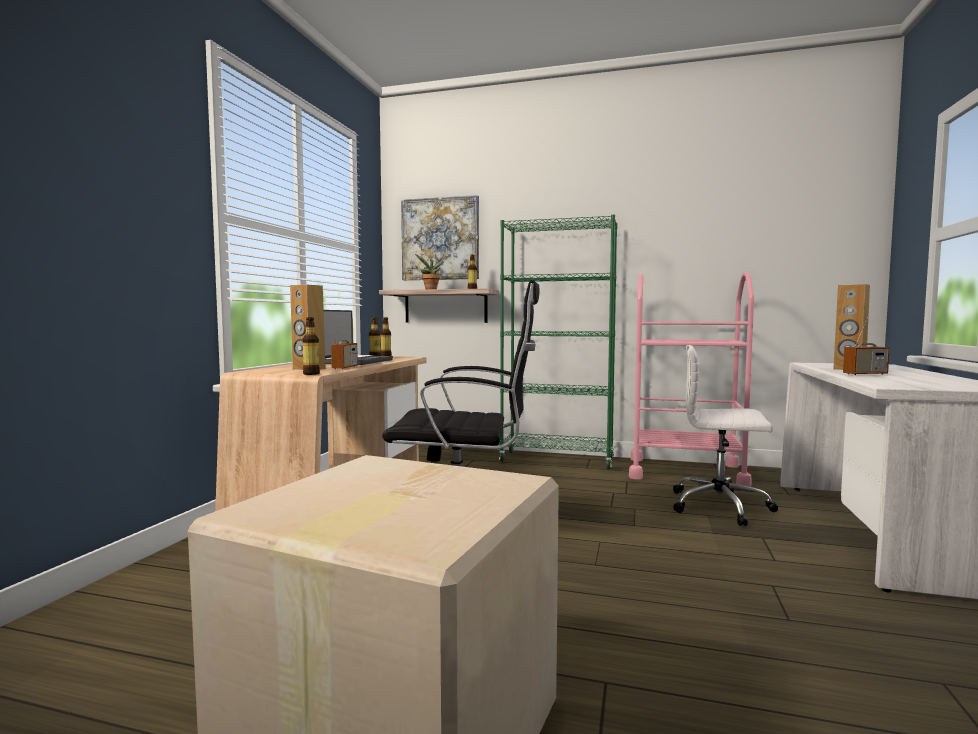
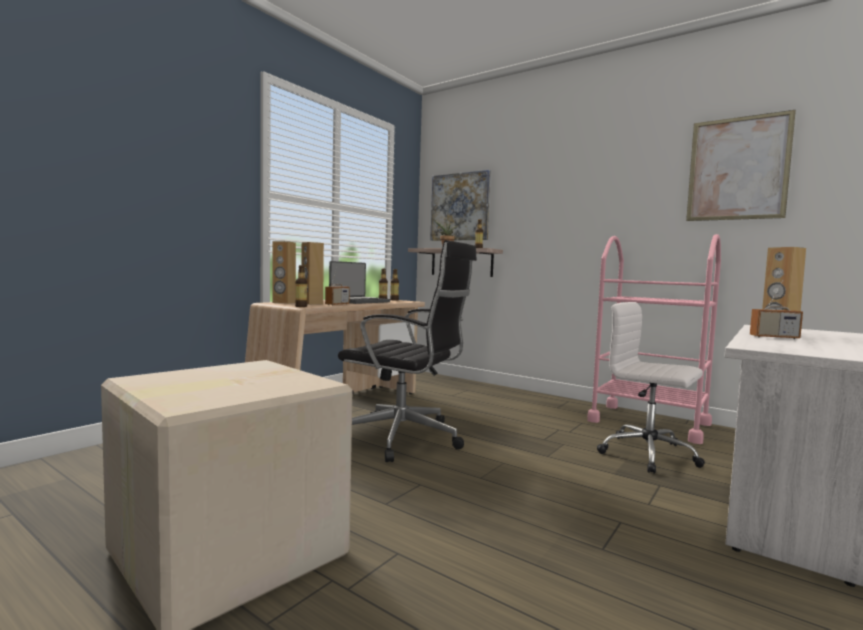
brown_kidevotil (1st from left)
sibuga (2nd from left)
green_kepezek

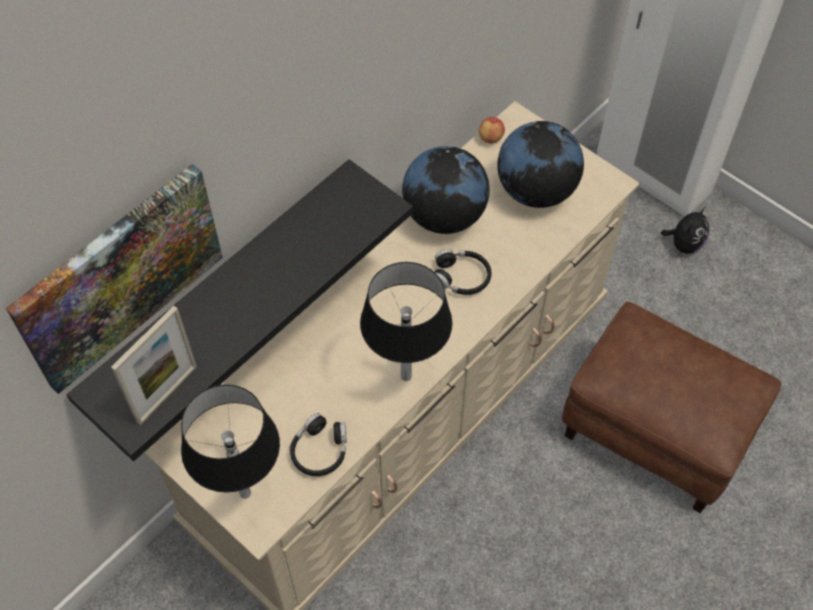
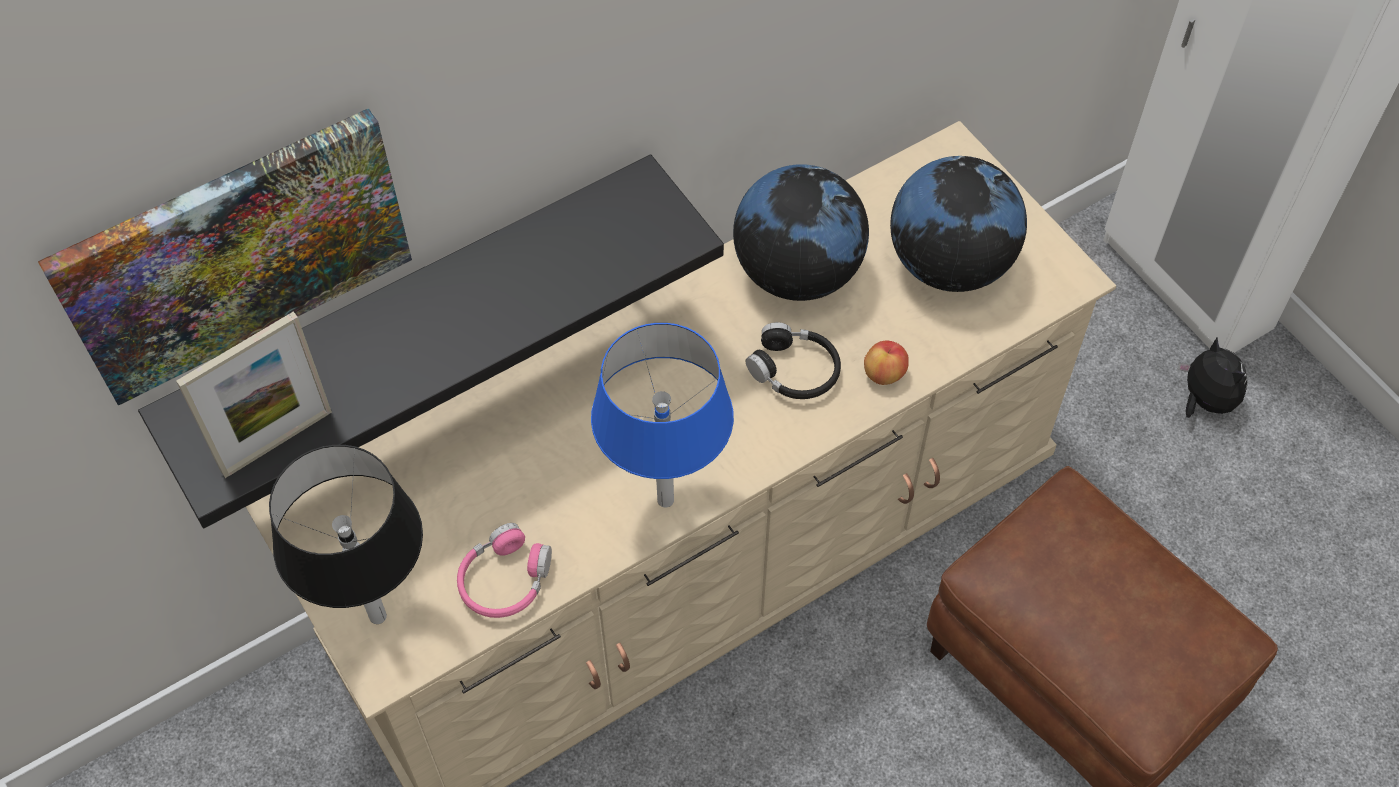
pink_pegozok
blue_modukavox
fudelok
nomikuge

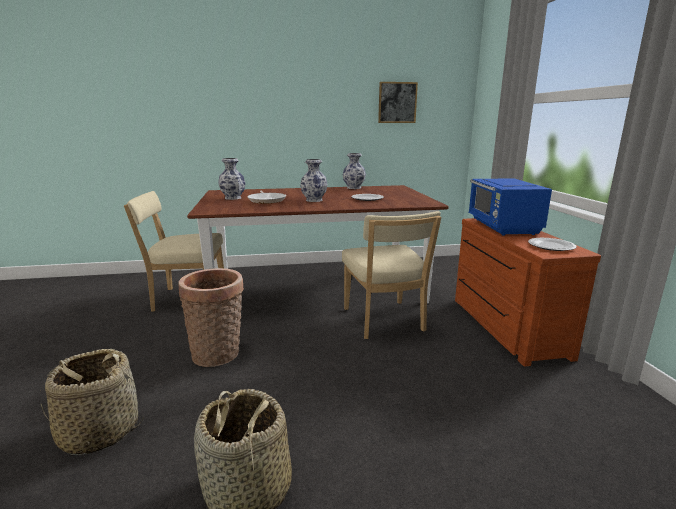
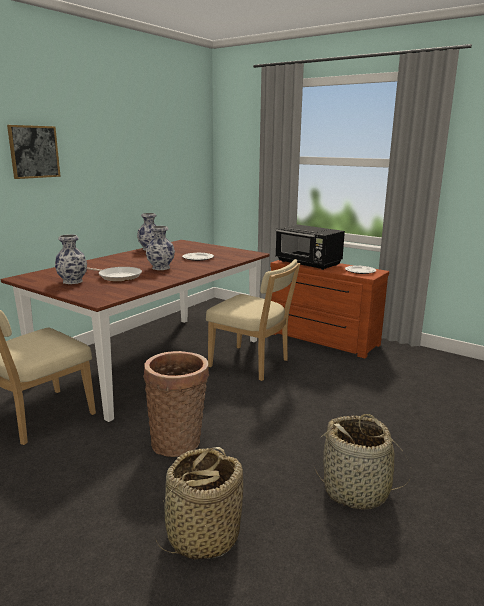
sibuga
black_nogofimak

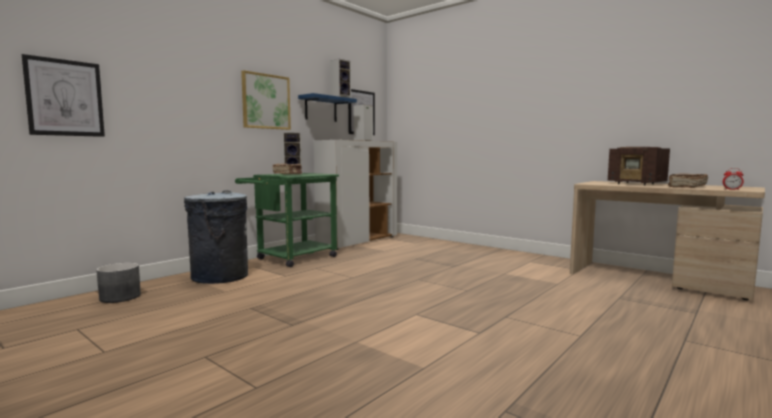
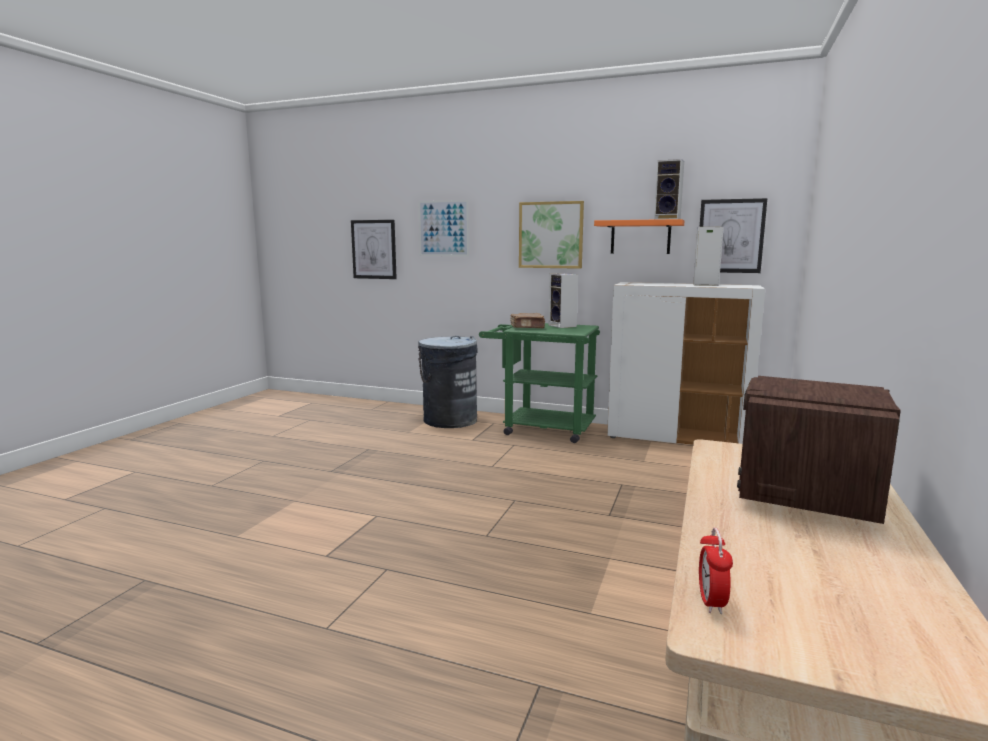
sibuga (2nd from left)
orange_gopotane
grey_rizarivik
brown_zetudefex (2nd from left in the first image)

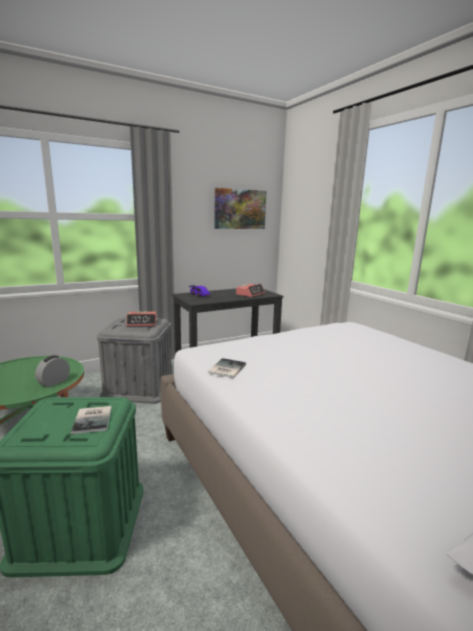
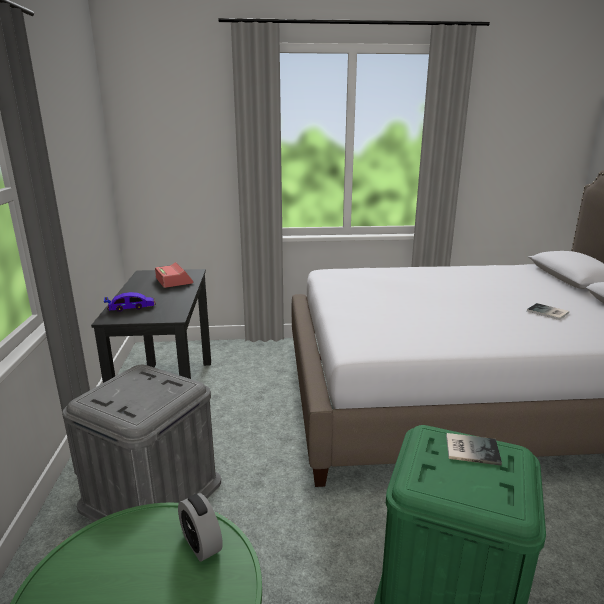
zetudefex (2nd from left)
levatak (2nd from left in the first image)
sibuga

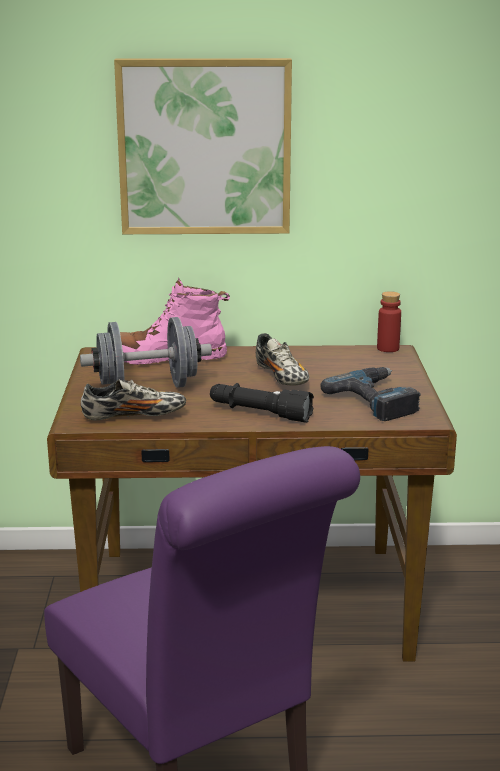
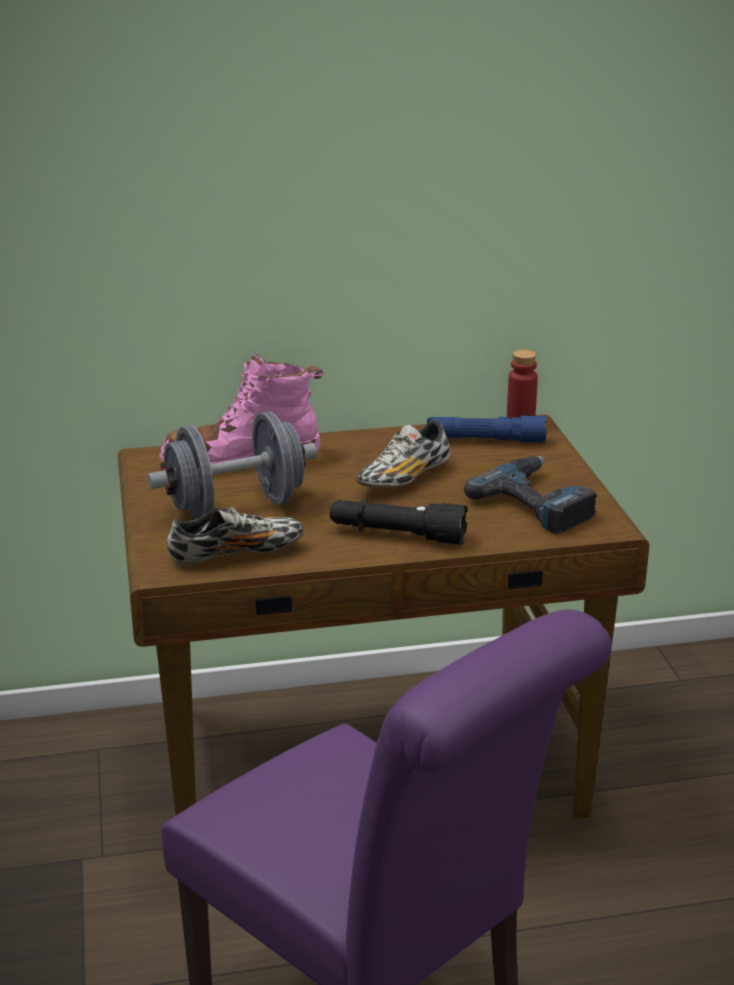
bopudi (2nd from left)
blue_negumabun
sibuga

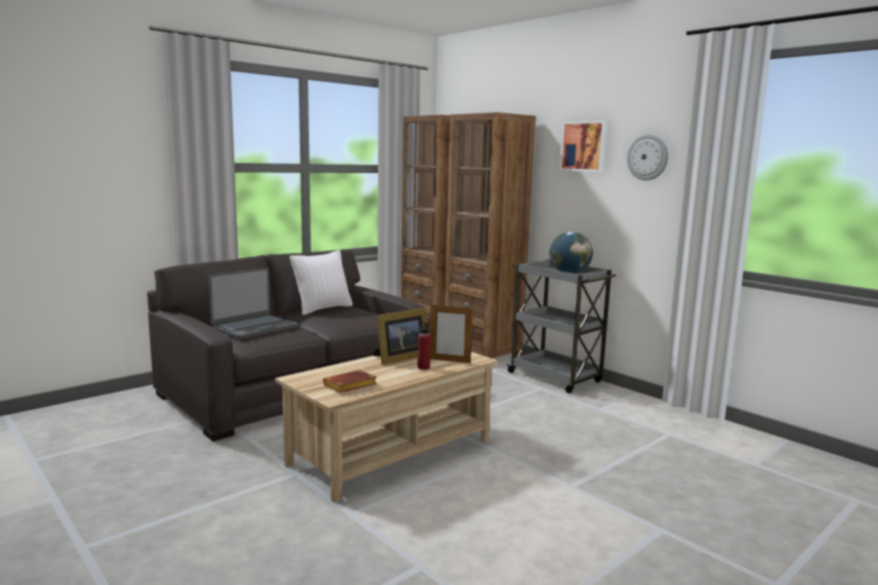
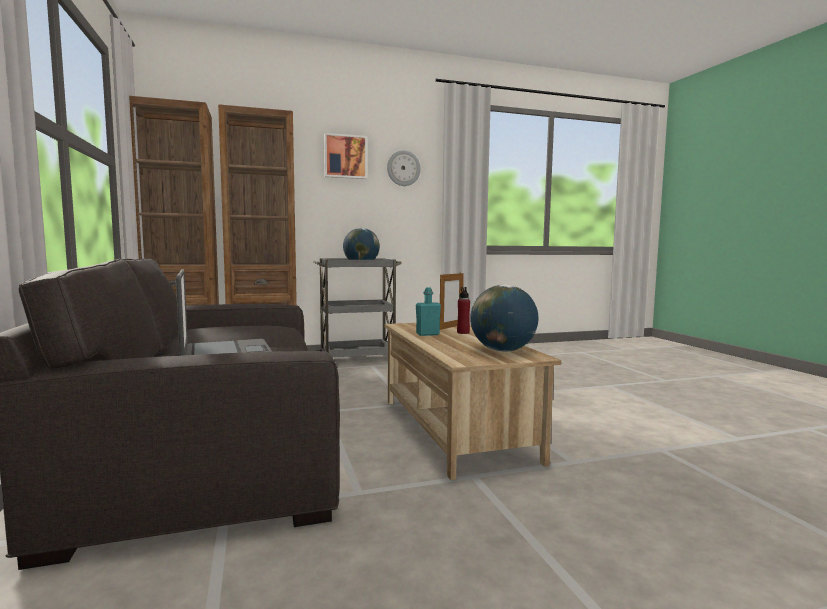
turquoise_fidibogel
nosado (2nd from left)
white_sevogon

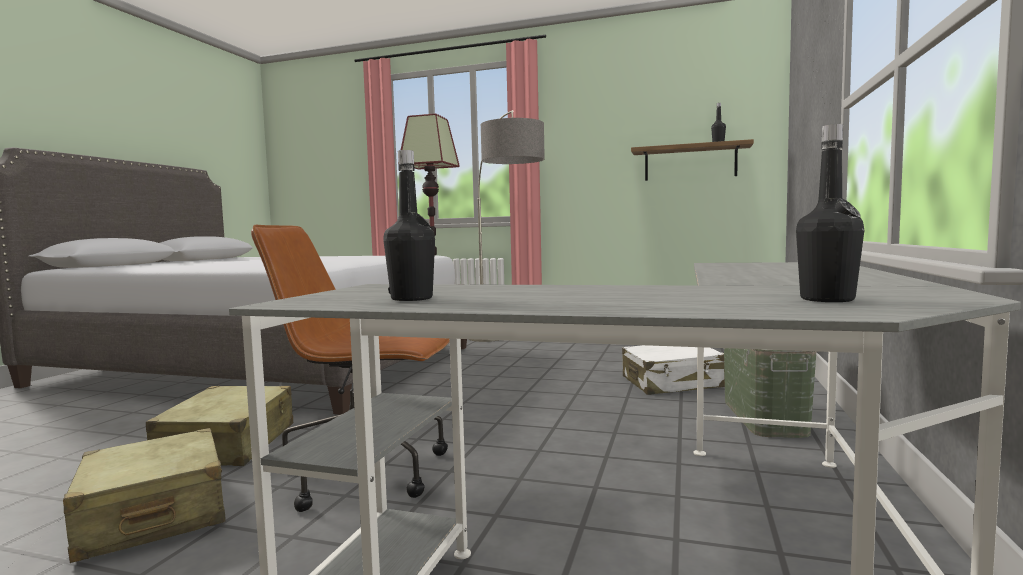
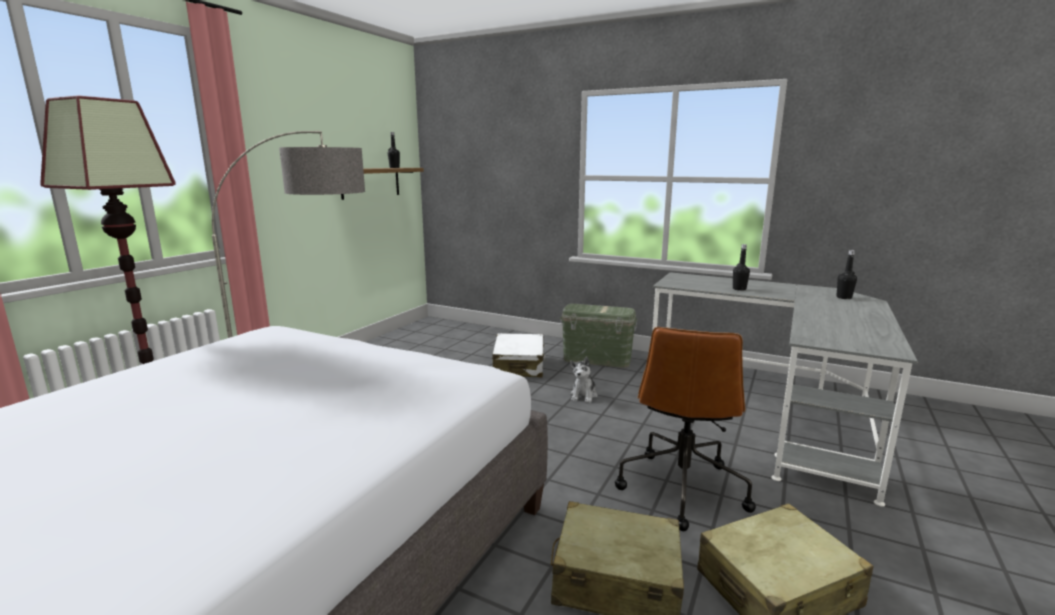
nomikuge
black_fidibogel (2nd from left)

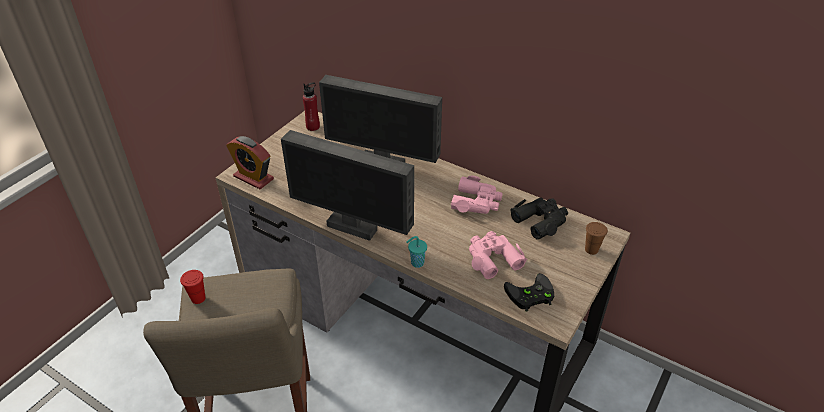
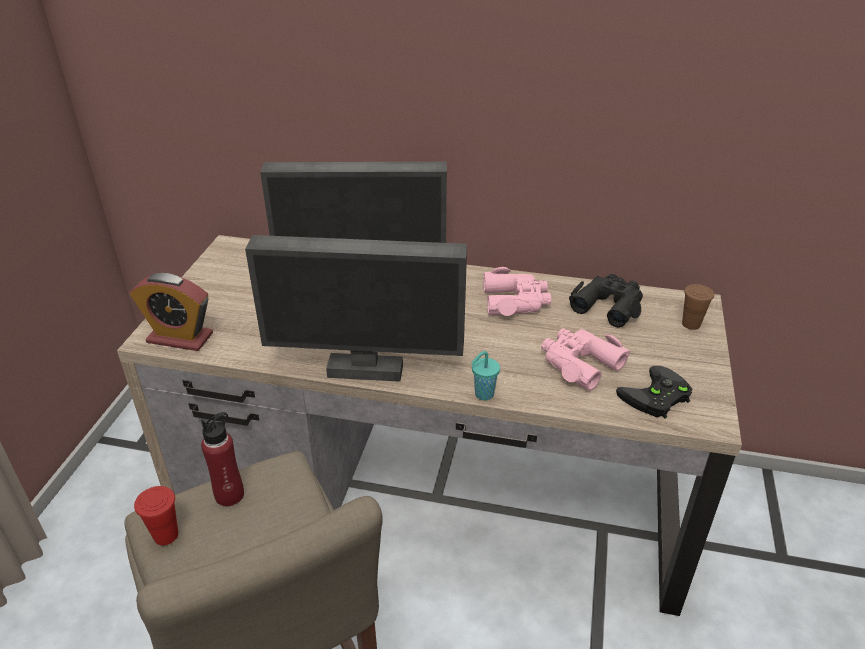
red_fidibogel

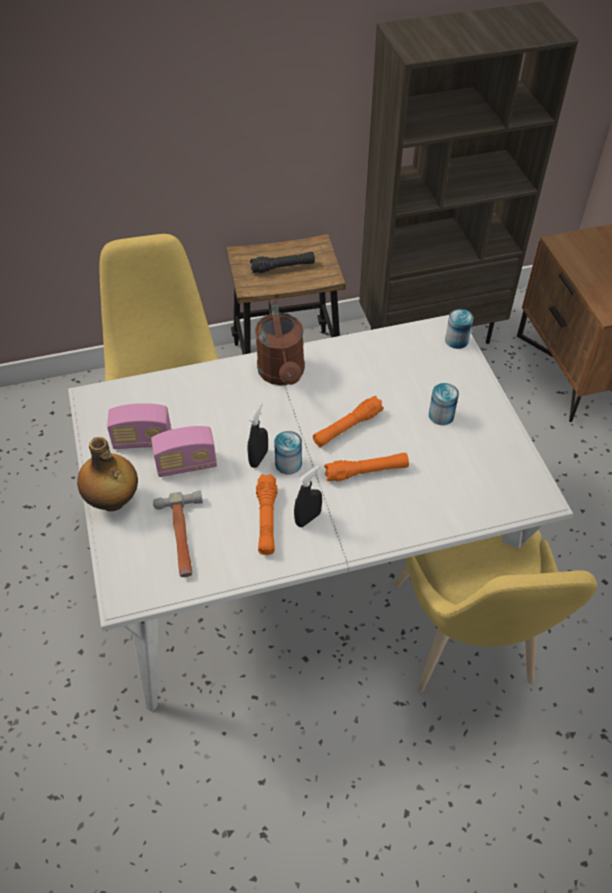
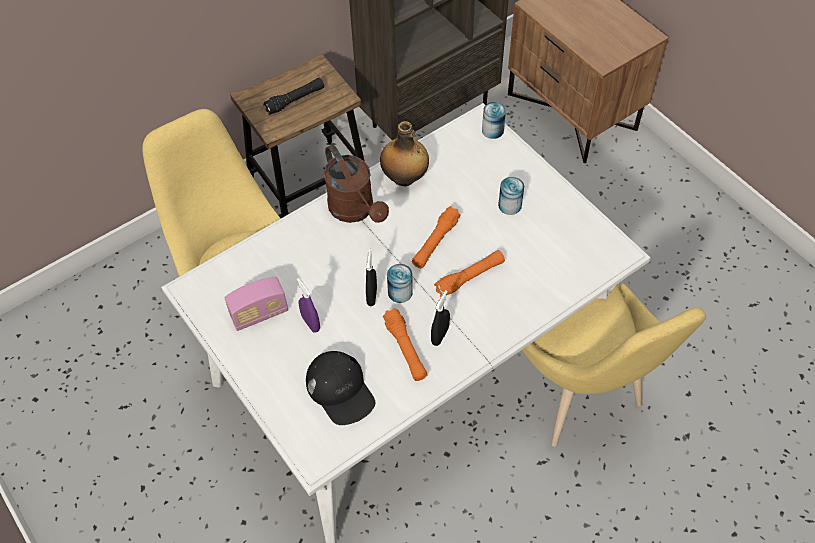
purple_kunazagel
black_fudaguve
fidibogel

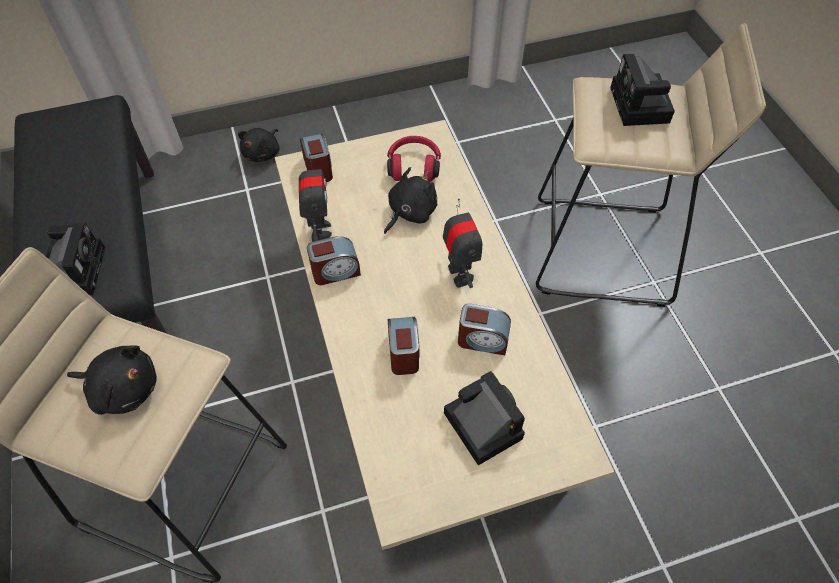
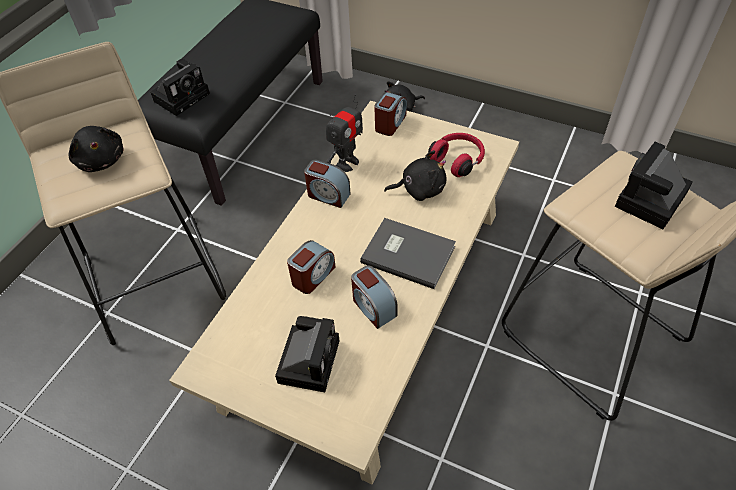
grey_zetudefex

